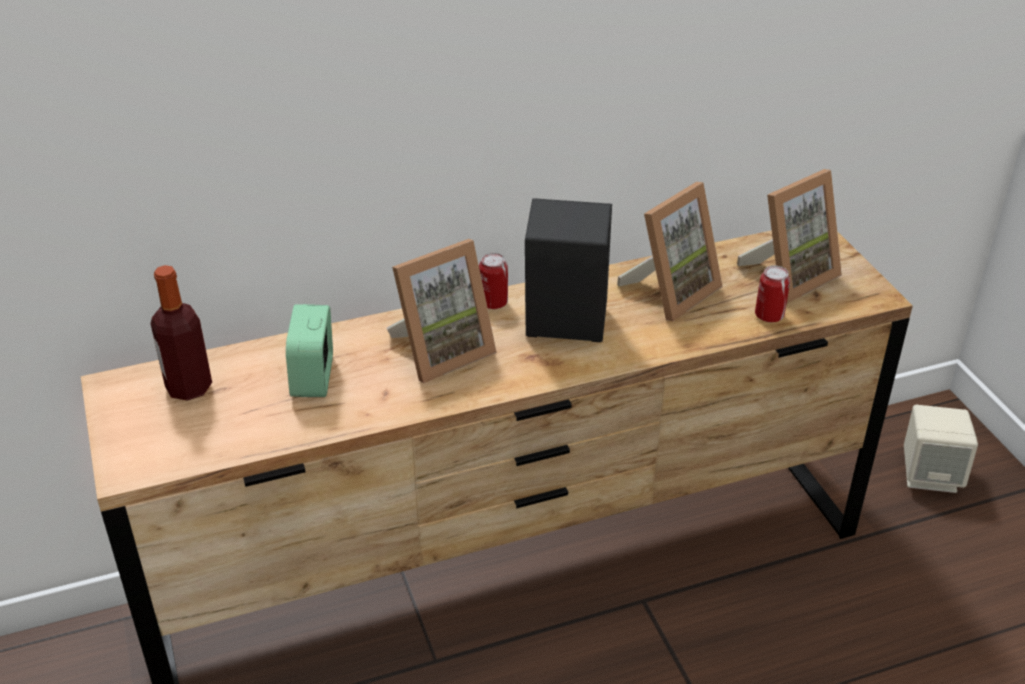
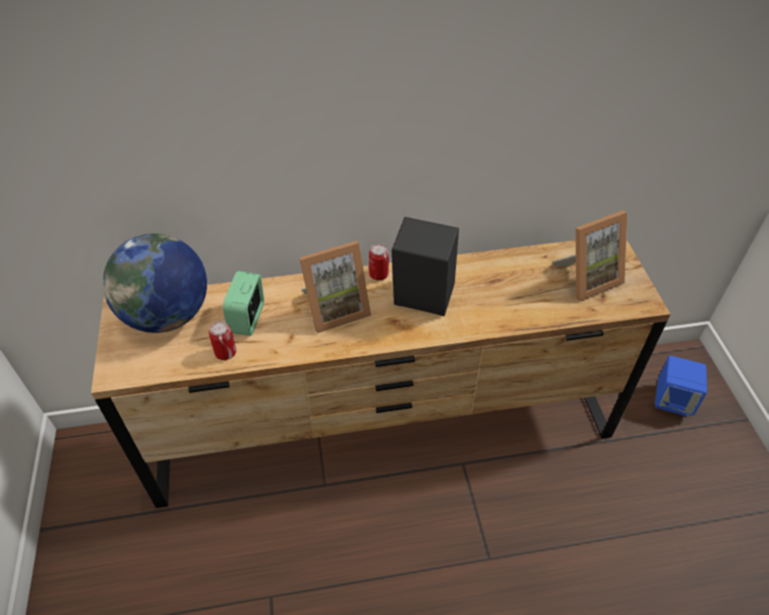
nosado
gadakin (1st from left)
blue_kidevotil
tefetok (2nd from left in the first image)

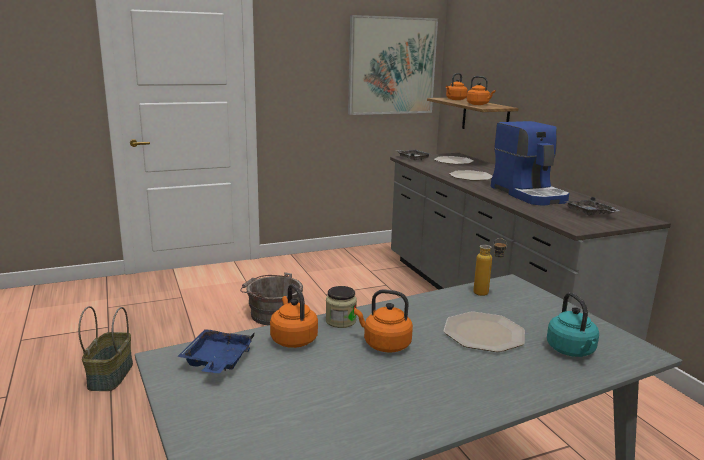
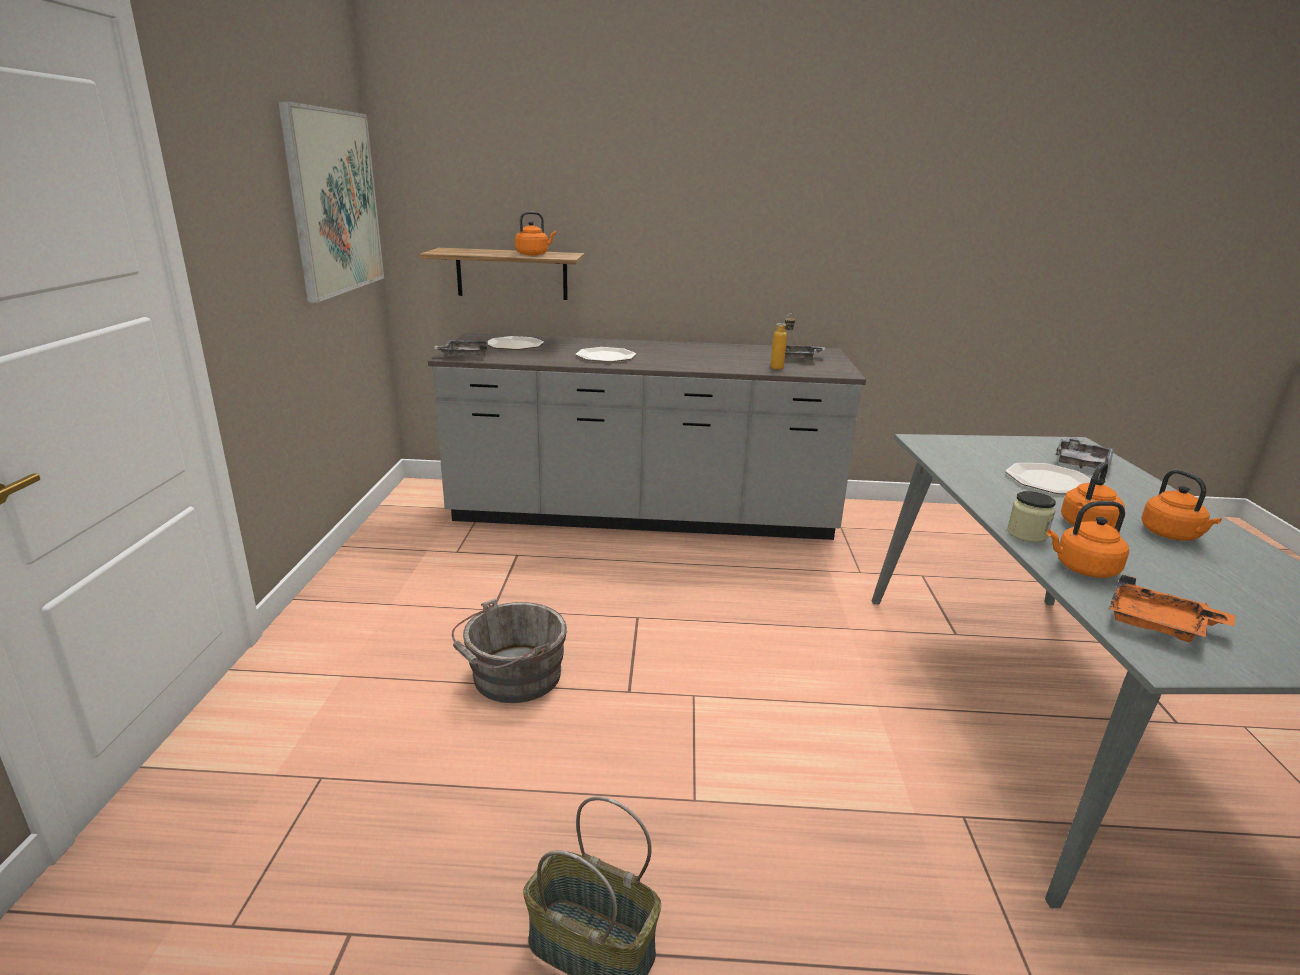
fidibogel
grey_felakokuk (3rd from left)
orange_felakokuk
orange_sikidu (4th from left)
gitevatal

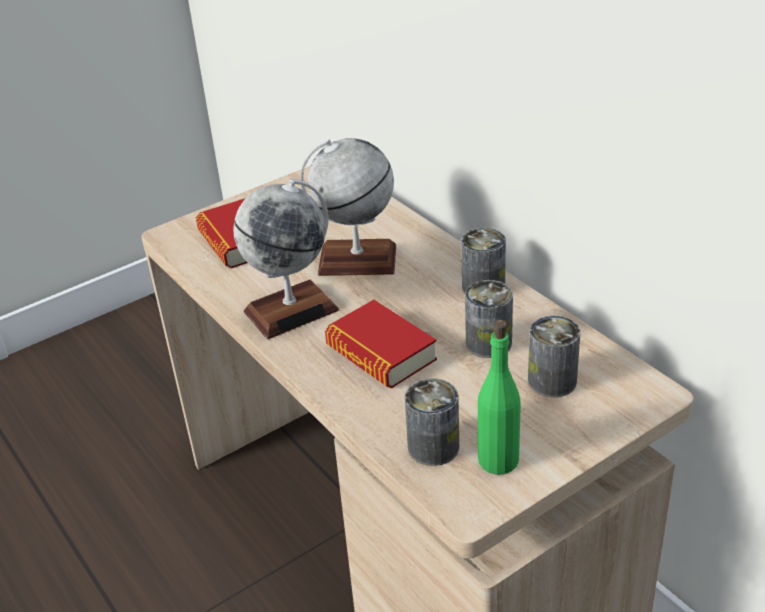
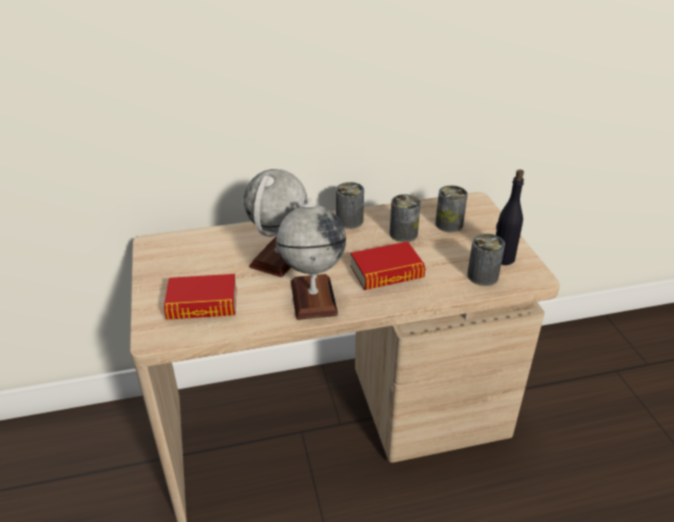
black_fidibogel

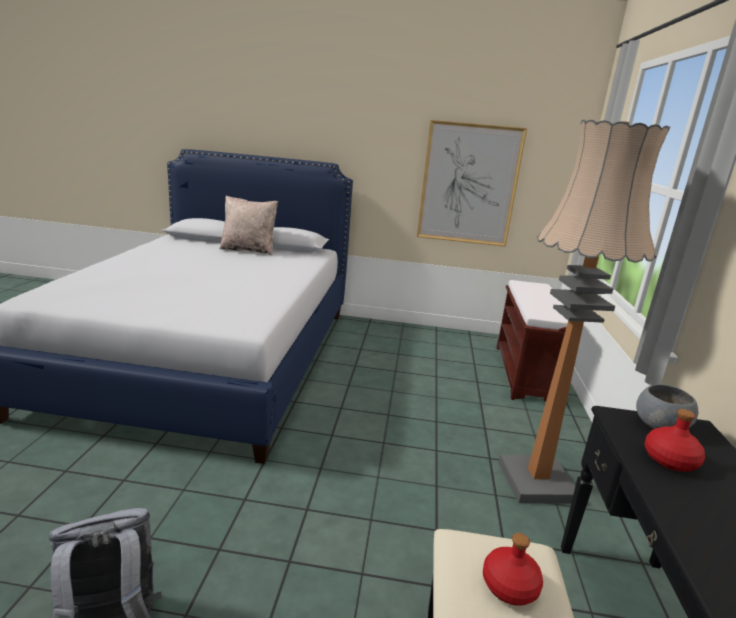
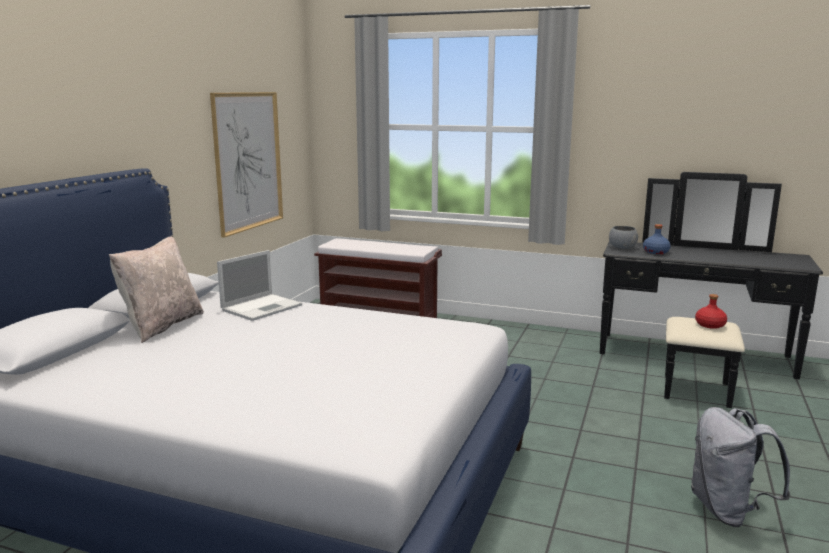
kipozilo
blue_fidibogel
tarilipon

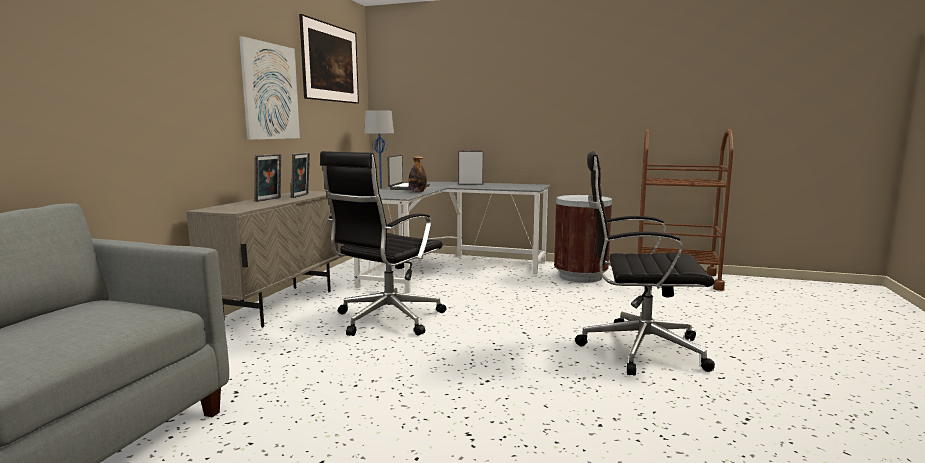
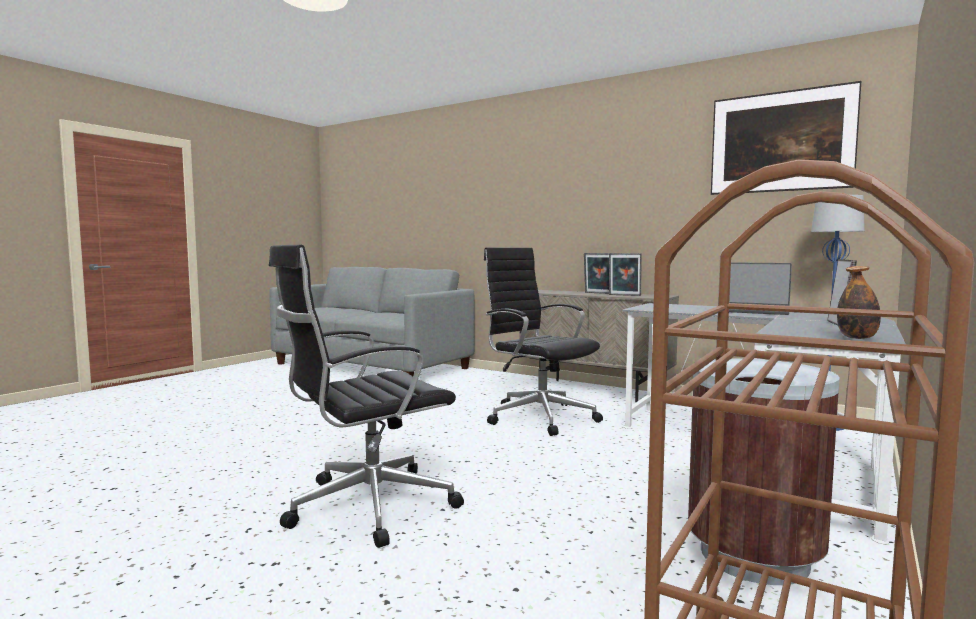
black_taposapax (1st from left)
fidibogel
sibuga (1st from left in the first image)

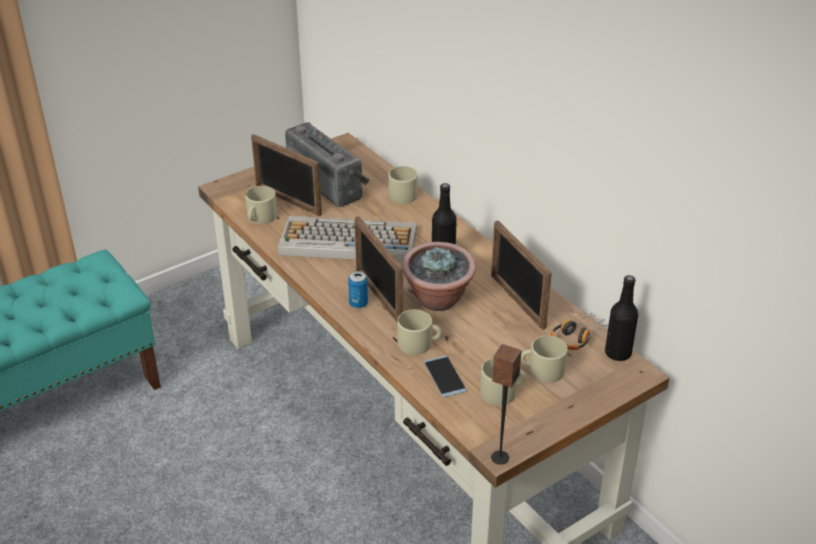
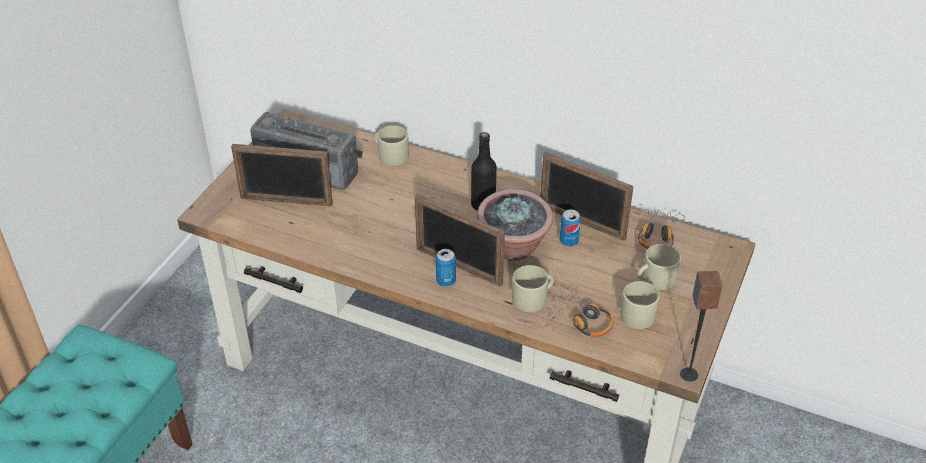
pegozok (1st from left)
gadakin (2nd from left)
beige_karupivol (1st from left in the first image)
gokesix
black_fidibogel (2nd from left in the first image)

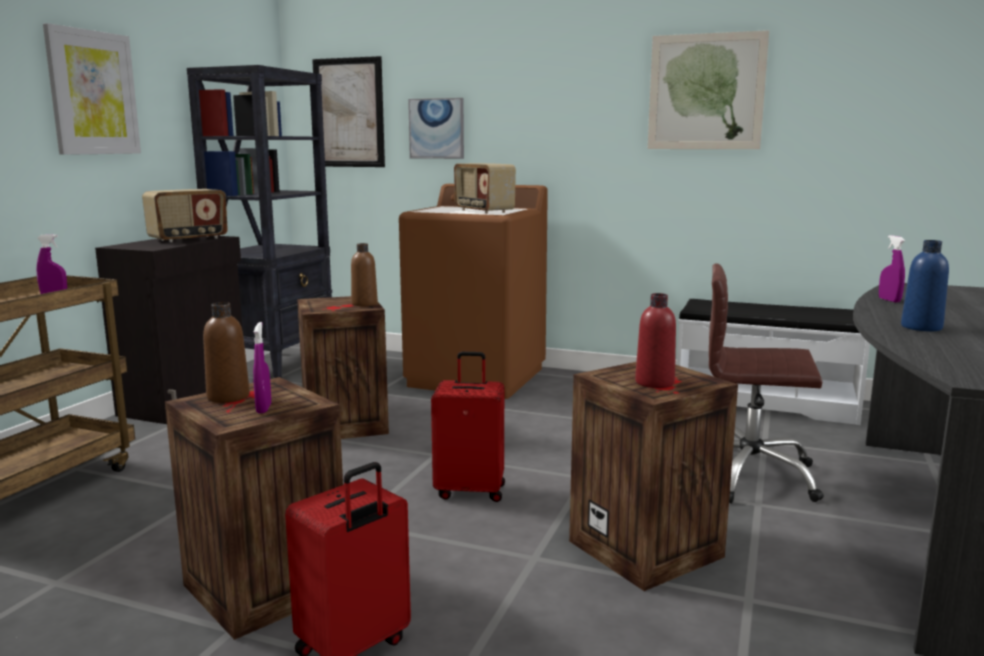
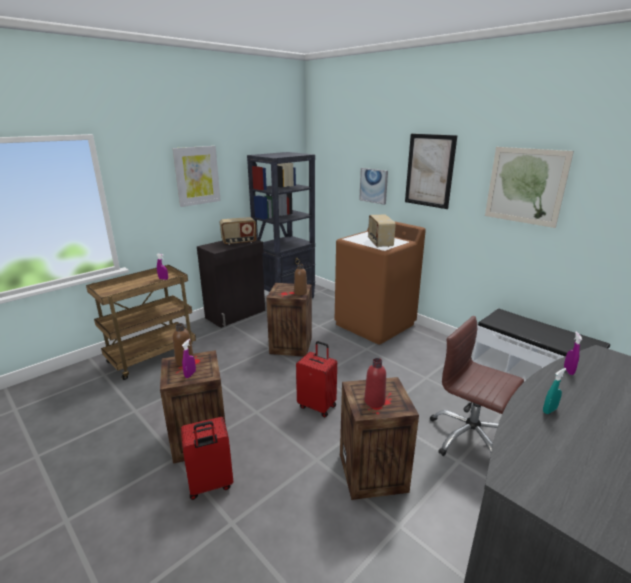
sibuga (3rd from left)
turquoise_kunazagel

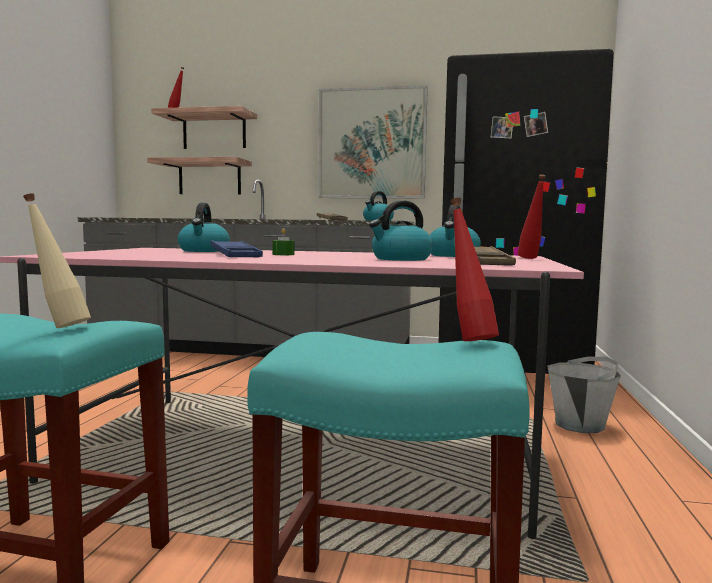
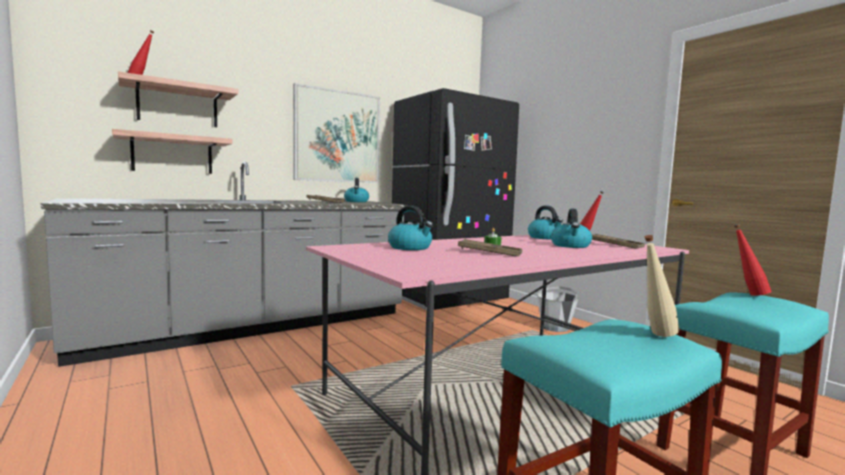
brown_felakokuk (2nd from left)

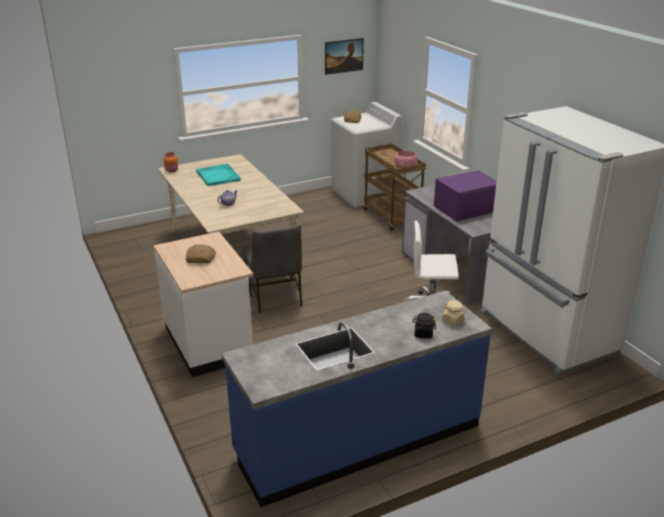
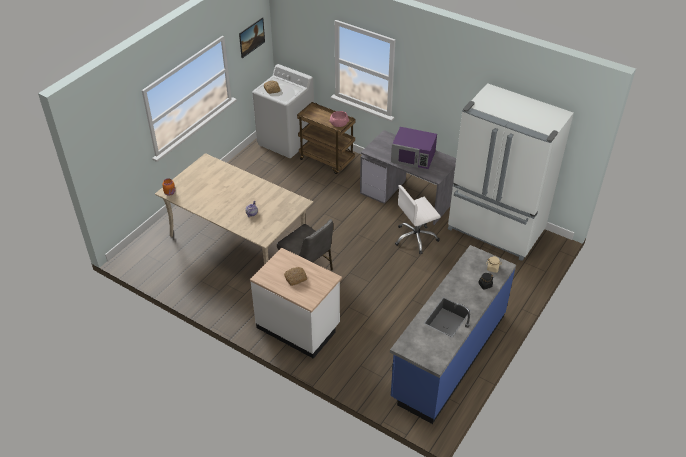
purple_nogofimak
turquoise_felakokuk

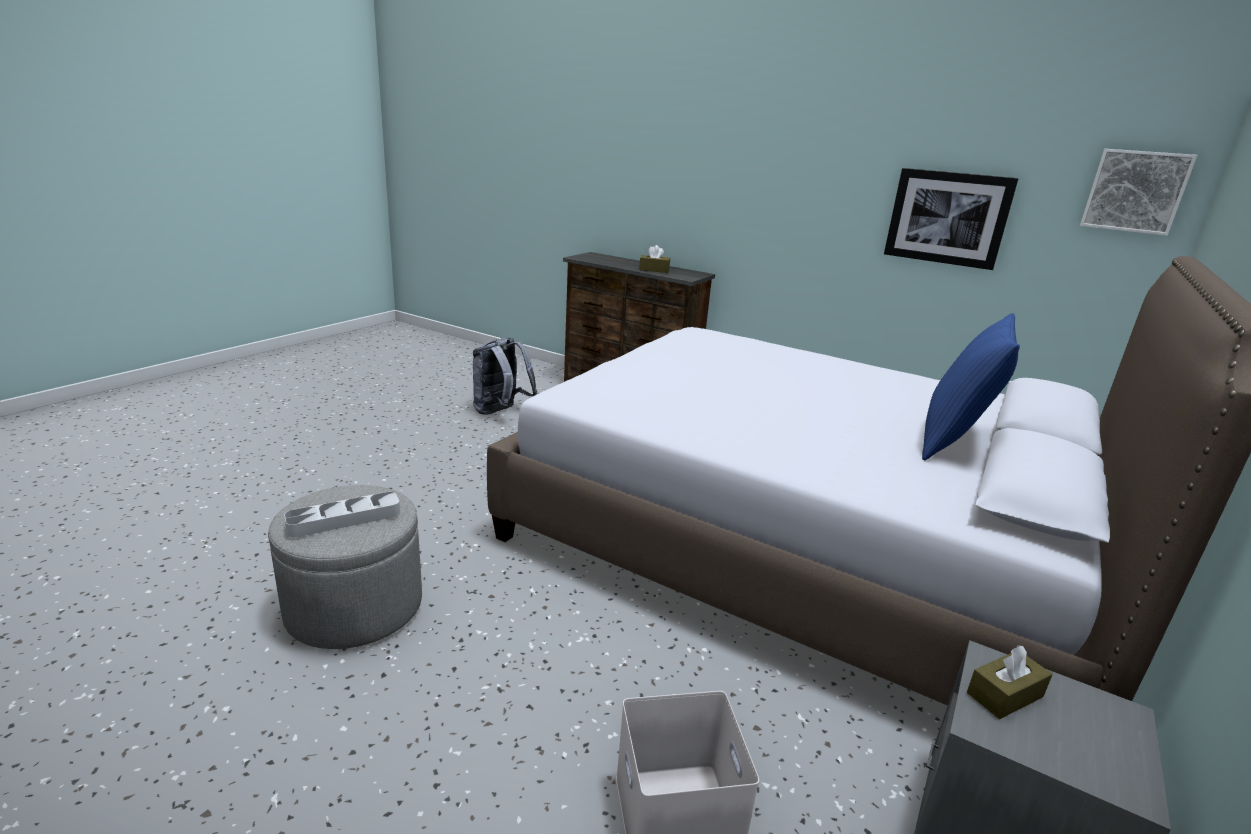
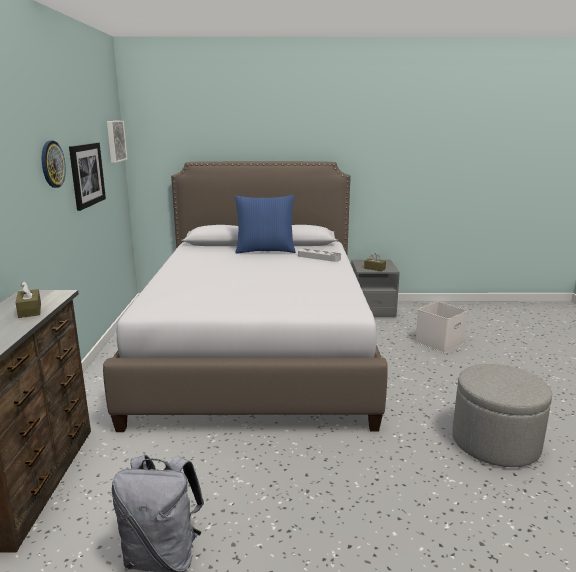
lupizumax
grey_felakokuk

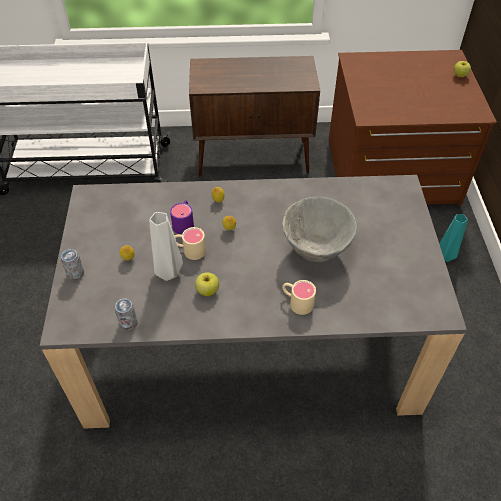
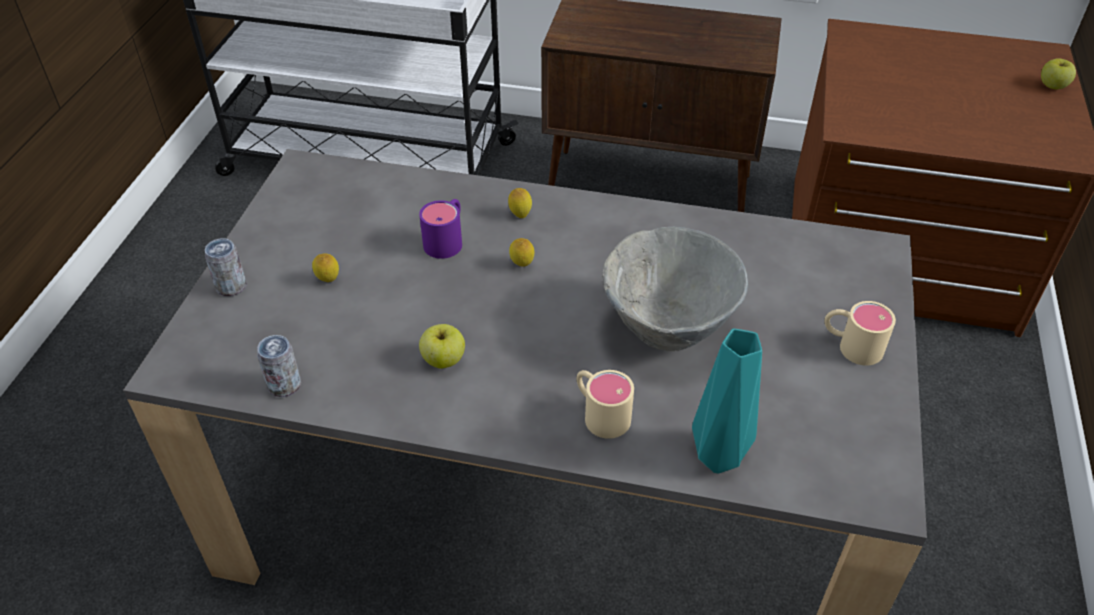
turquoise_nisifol
beige_karupivol (2nd from left)
grey_nisifol

